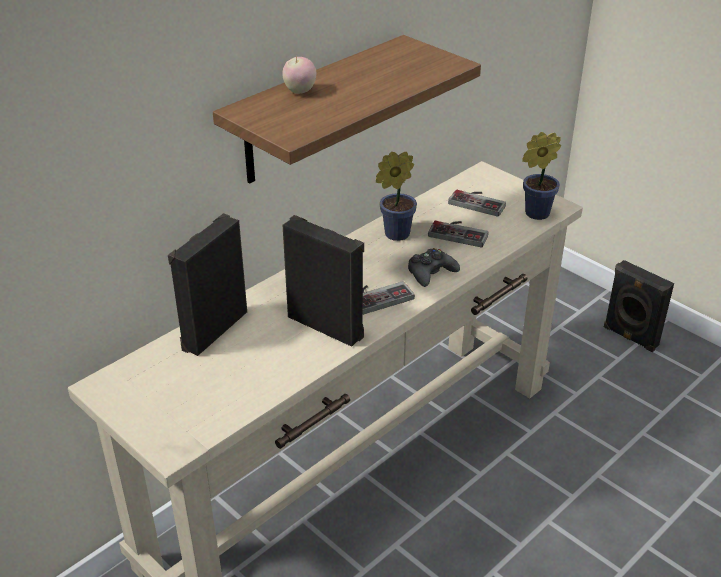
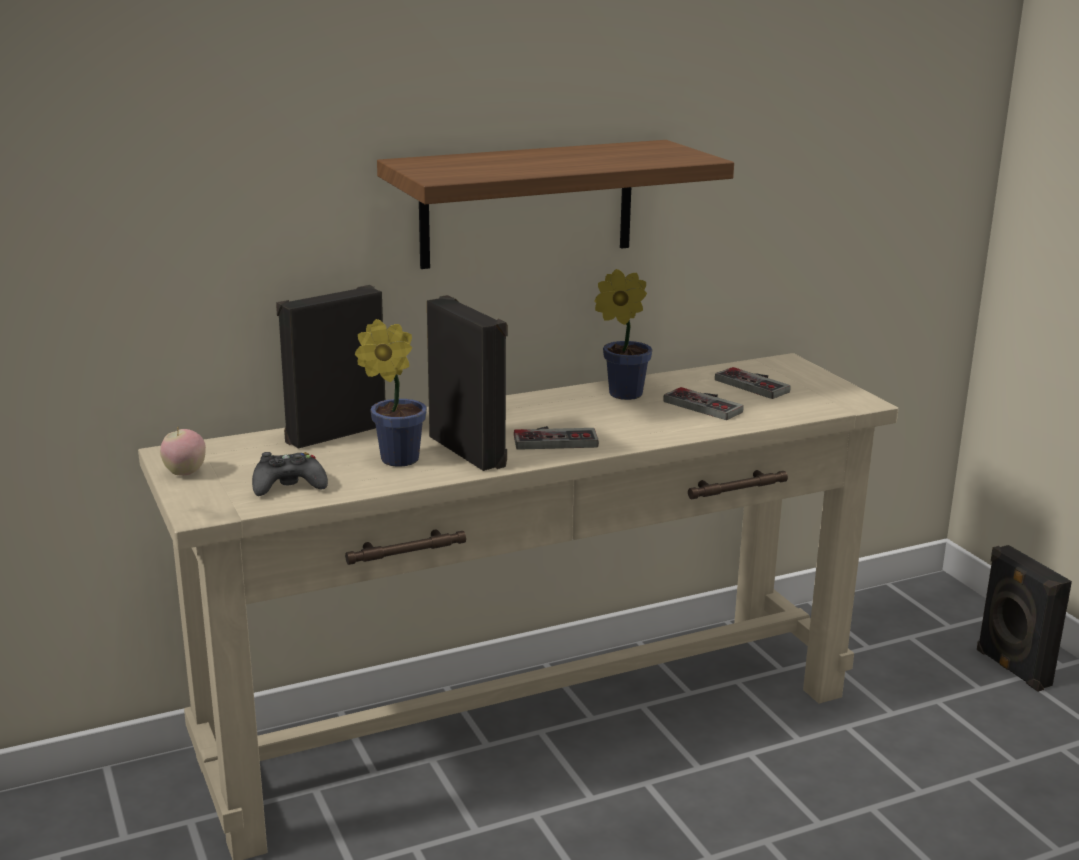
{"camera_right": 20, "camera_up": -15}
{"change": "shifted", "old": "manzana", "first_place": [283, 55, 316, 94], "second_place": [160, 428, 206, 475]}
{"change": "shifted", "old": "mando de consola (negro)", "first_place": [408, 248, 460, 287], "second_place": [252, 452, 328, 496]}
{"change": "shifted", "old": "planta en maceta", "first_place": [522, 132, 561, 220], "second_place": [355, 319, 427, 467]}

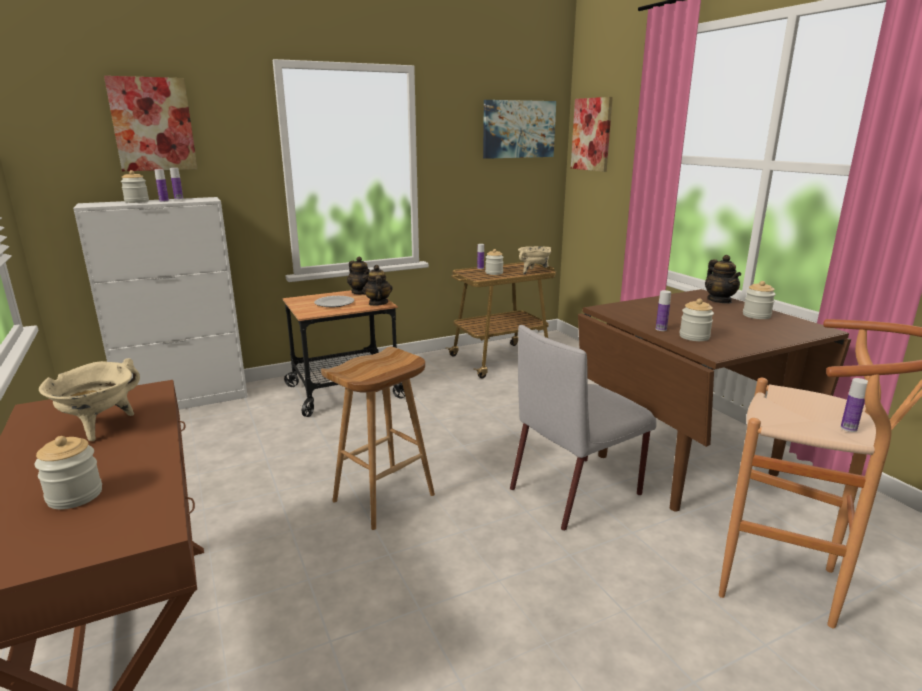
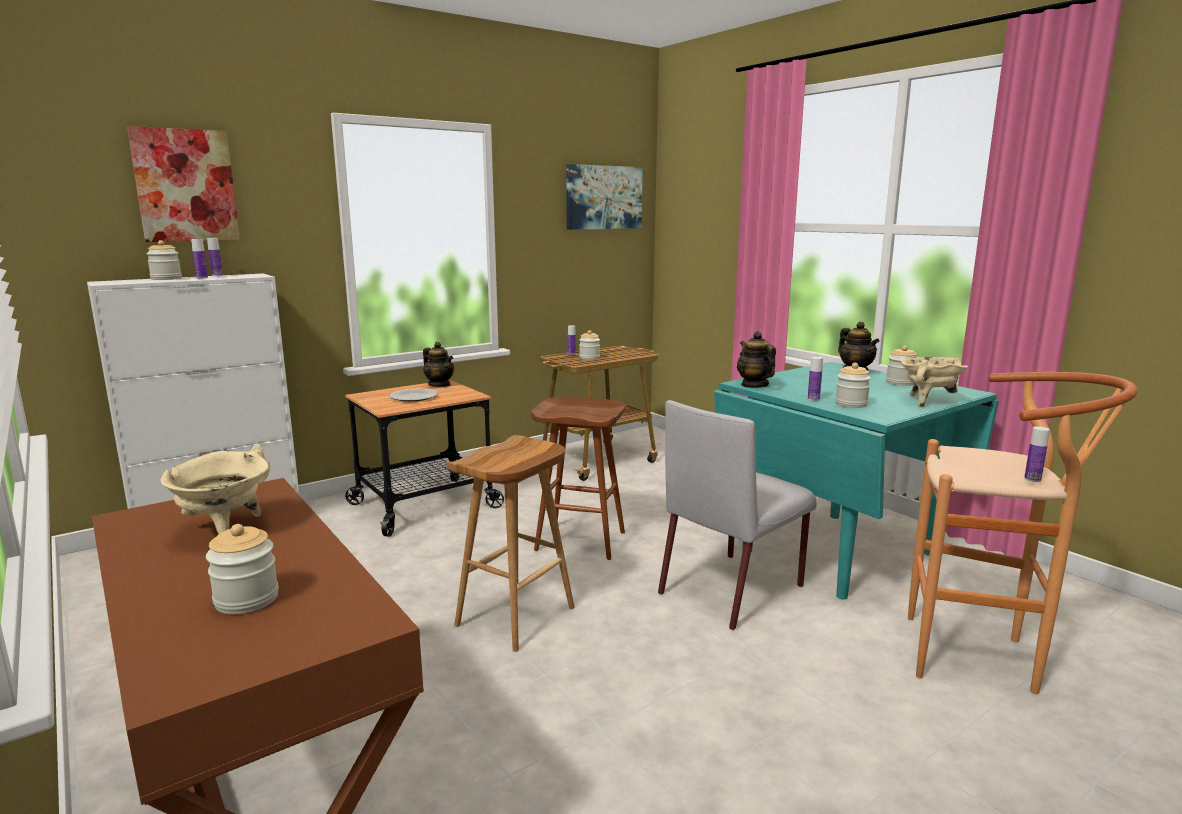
{"camera_right": -10, "camera_up": -5}
{"change": "new", "new": "taburete (marrón)", "second_place": [531, 397, 626, 560]}
{"change": "repainted", "old": "mesa de comedor (marrón)", "new": "mesa de comedor (turquesa)", "first_place": [578, 289, 851, 512], "second_place": [714, 362, 999, 600]}
{"change": "shifted", "old": "tetera", "first_place": [363, 265, 393, 306], "second_place": [737, 331, 776, 388]}
{"change": "shifted", "old": "olla (beis)", "first_place": [518, 246, 552, 275], "second_place": [901, 357, 968, 407]}
{"change": "gone", "old": "cuadro", "first_place": [571, 97, 613, 172]}

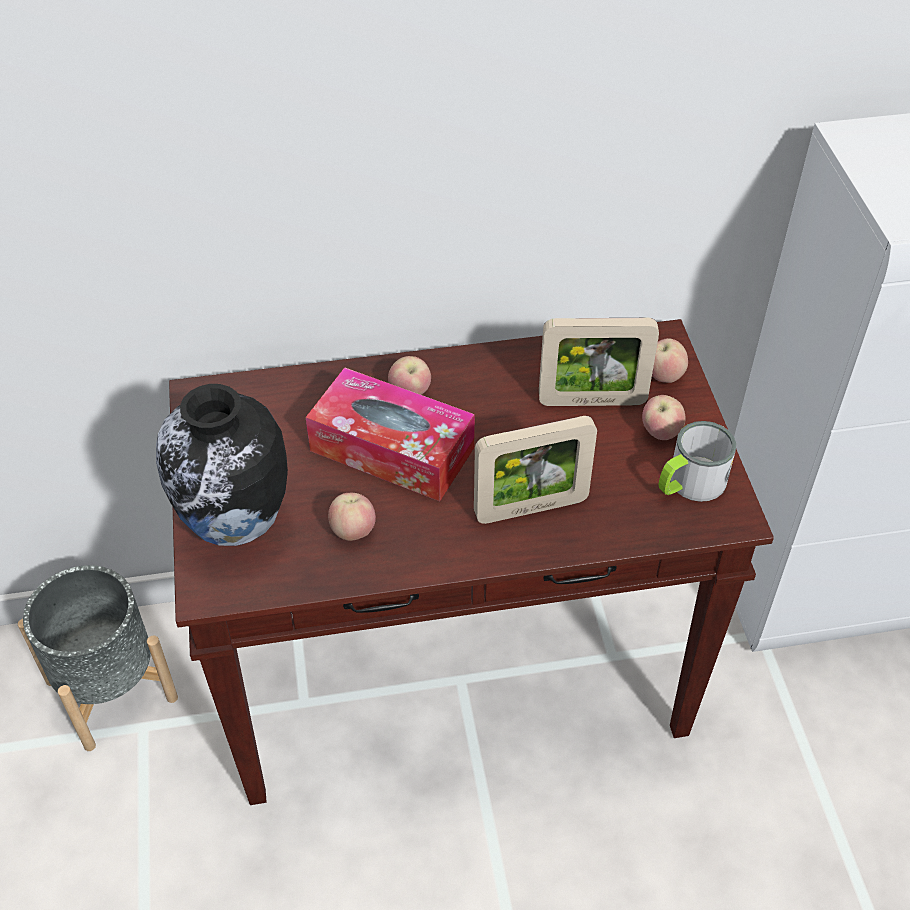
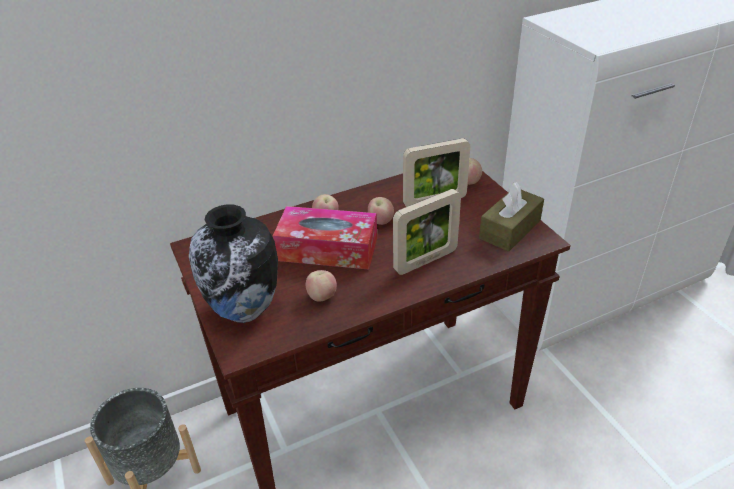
{"camera_right": -15, "camera_up": -10}
{"change": "shifted", "old": "manzana", "first_place": [642, 395, 685, 440], "second_place": [368, 197, 394, 225]}
{"change": "swapped", "old": "taza grande", "new": "caja de pañuelos (marrón)", "first_place": [659, 421, 736, 502], "second_place": [479, 182, 544, 252]}

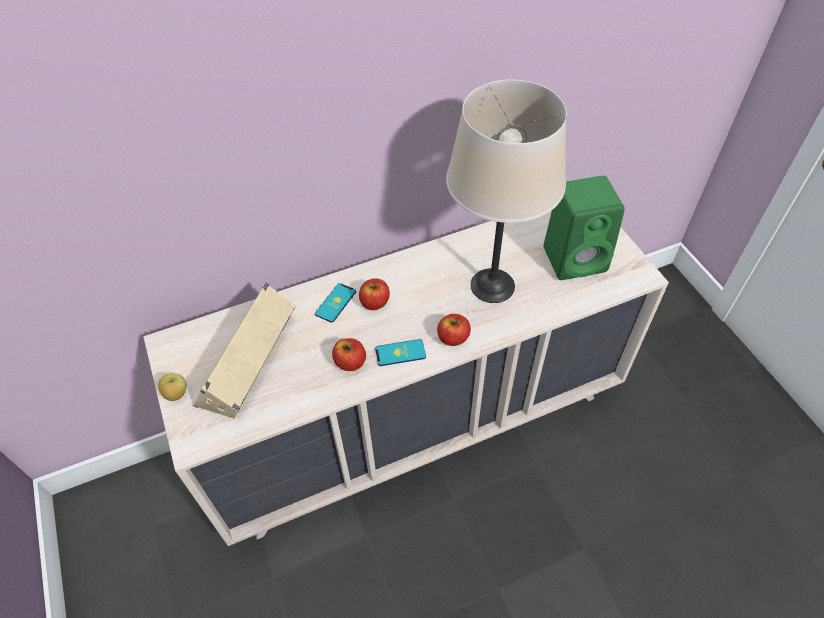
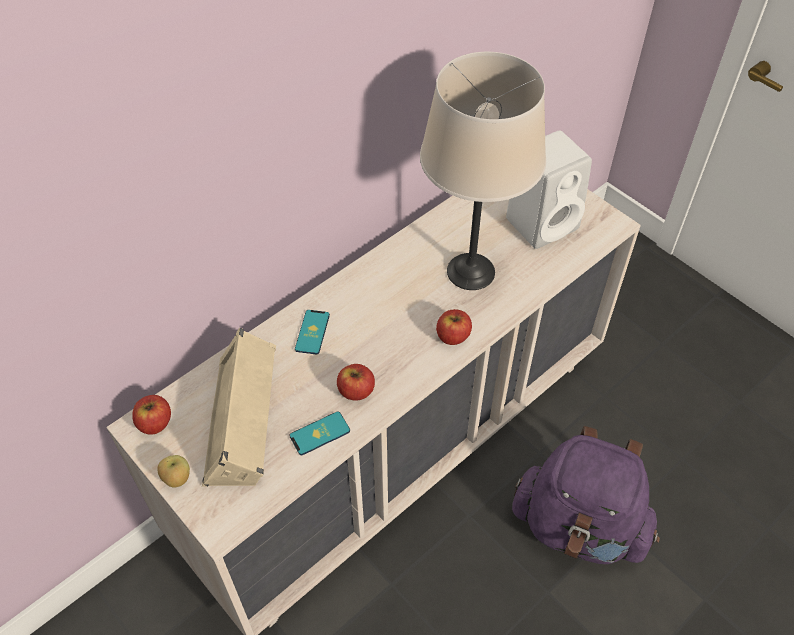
{"camera_right": -20, "camera_up": 0}
{"change": "shifted", "old": "manzana", "first_place": [359, 278, 390, 310], "second_place": [132, 395, 171, 435]}
{"change": "shifted", "old": "móvil", "first_place": [375, 339, 426, 366], "second_place": [290, 411, 350, 455]}
{"change": "repainted", "old": "altavoz (verde)", "new": "altavoz (blanco)", "first_place": [544, 176, 625, 280], "second_place": [506, 130, 592, 249]}
{"change": "new", "new": "mochila (morado)", "second_place": [512, 426, 660, 564]}

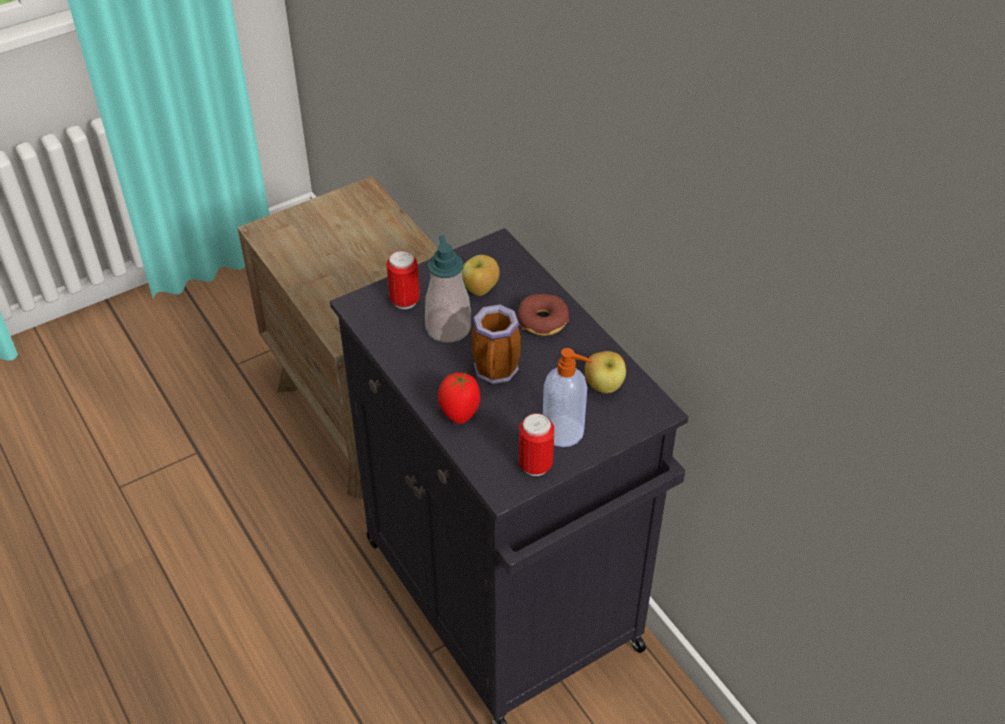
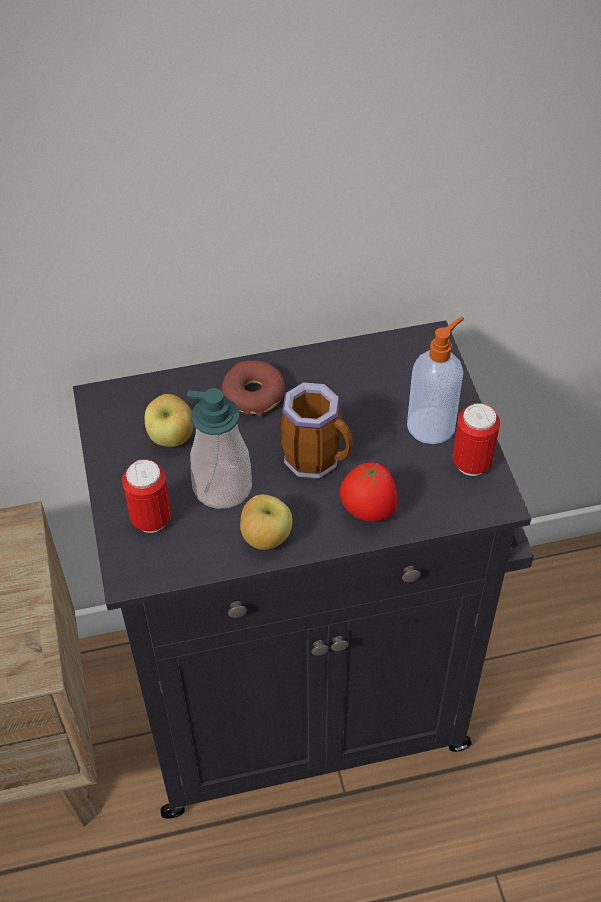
{"camera_right": -70, "camera_up": 5}
{"change": "shifted", "old": "manzana", "first_place": [585, 351, 626, 394], "second_place": [240, 494, 292, 550]}

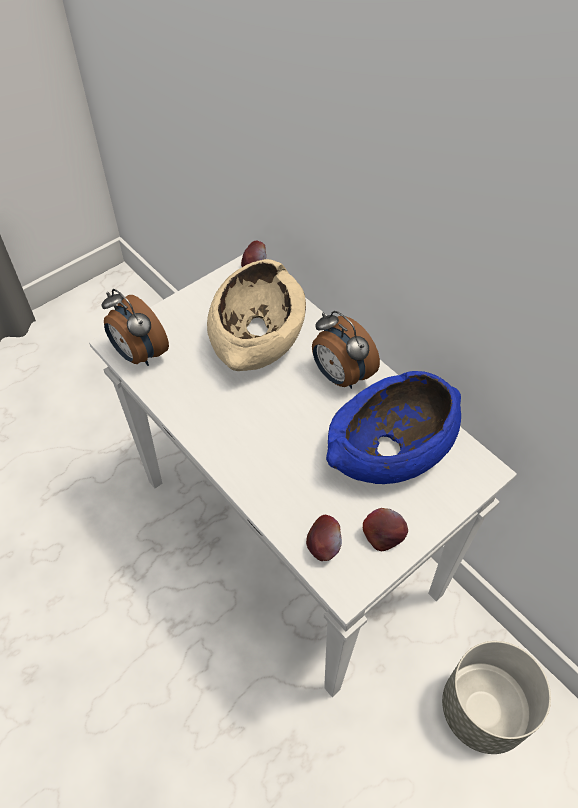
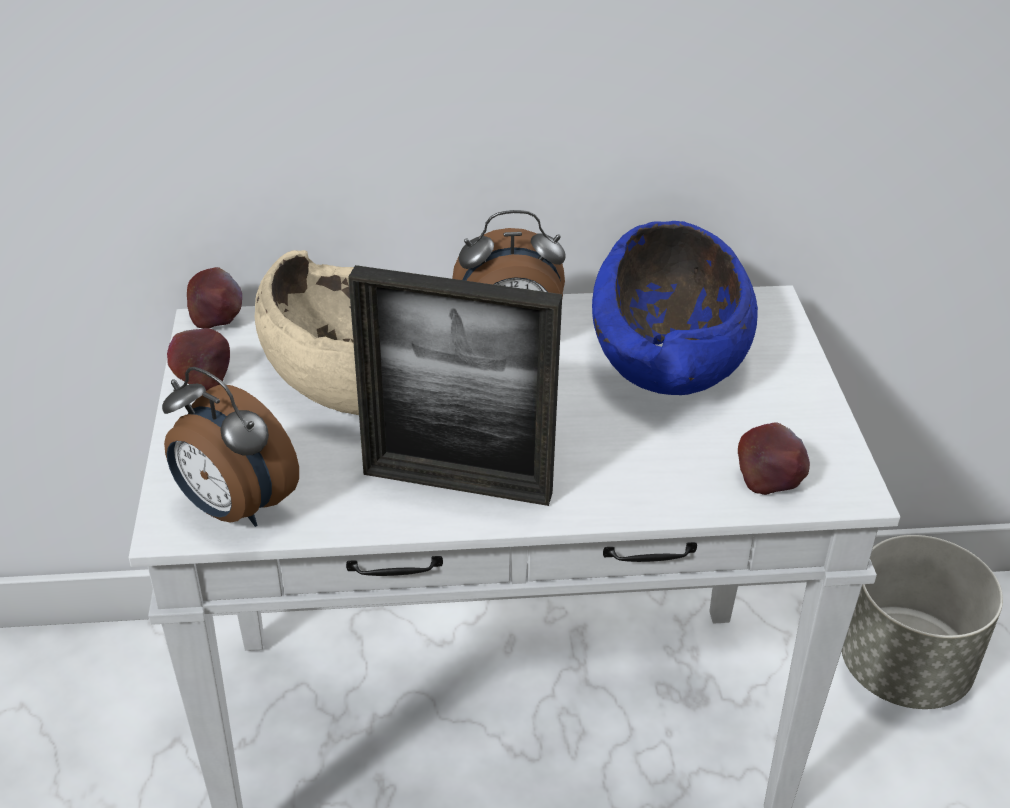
{"camera_right": -55, "camera_up": -15}
{"change": "rotated", "old": "despertador", "first_place": [102, 289, 169, 366], "second_place": [162, 367, 299, 527], "degrees": 45}
{"change": "shifted", "old": "manzana", "first_place": [363, 508, 408, 551], "second_place": [167, 328, 230, 391]}
{"change": "new", "new": "portarretratos", "second_place": [348, 265, 562, 506]}

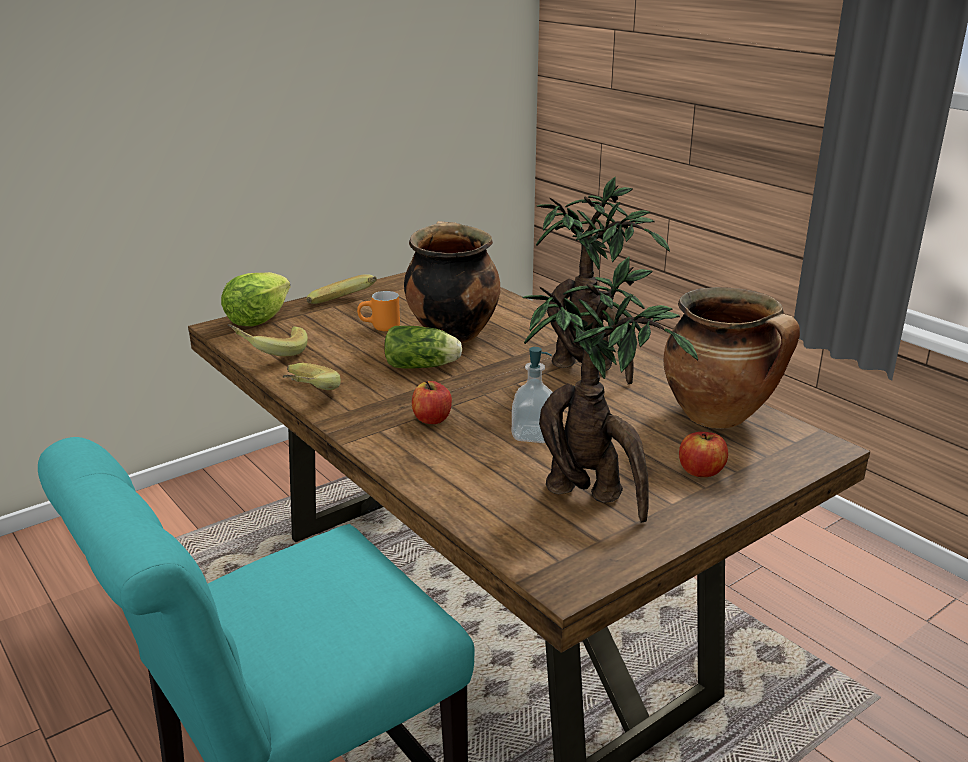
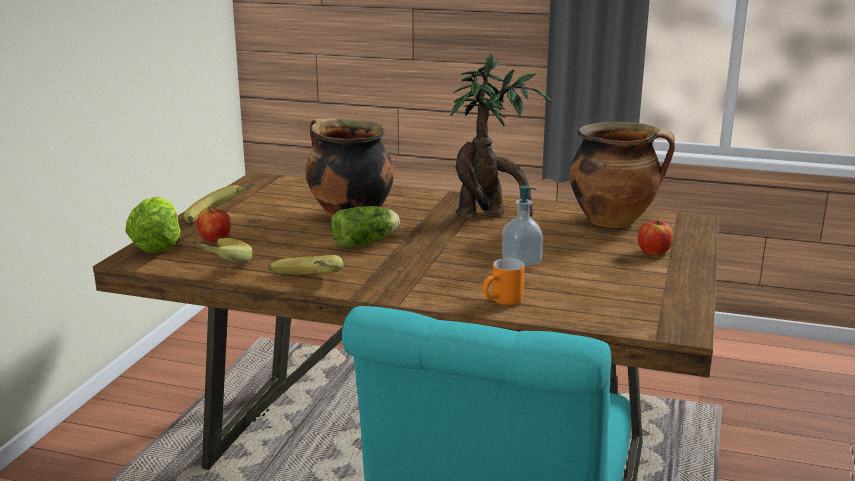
{"camera_right": -35, "camera_up": -5}
{"change": "shifted", "old": "manzana", "first_place": [412, 381, 452, 424], "second_place": [197, 207, 231, 241]}
{"change": "shifted", "old": "taza grande (naranja)", "first_place": [357, 291, 400, 331], "second_place": [483, 258, 524, 305]}
{"change": "gone", "old": "planta en maceta", "first_place": [522, 256, 698, 523]}

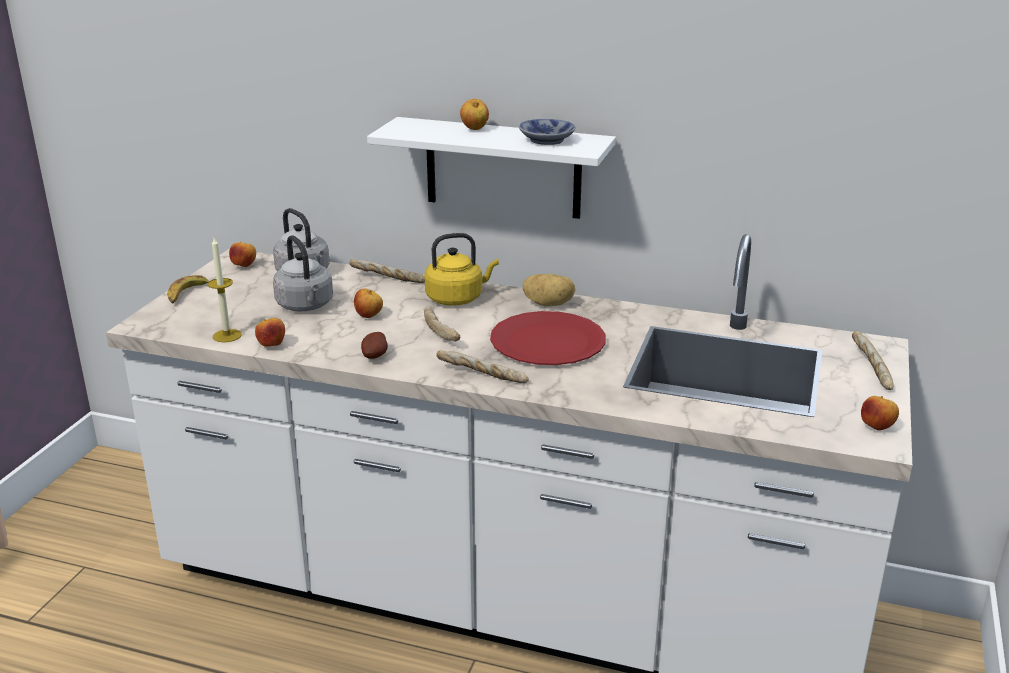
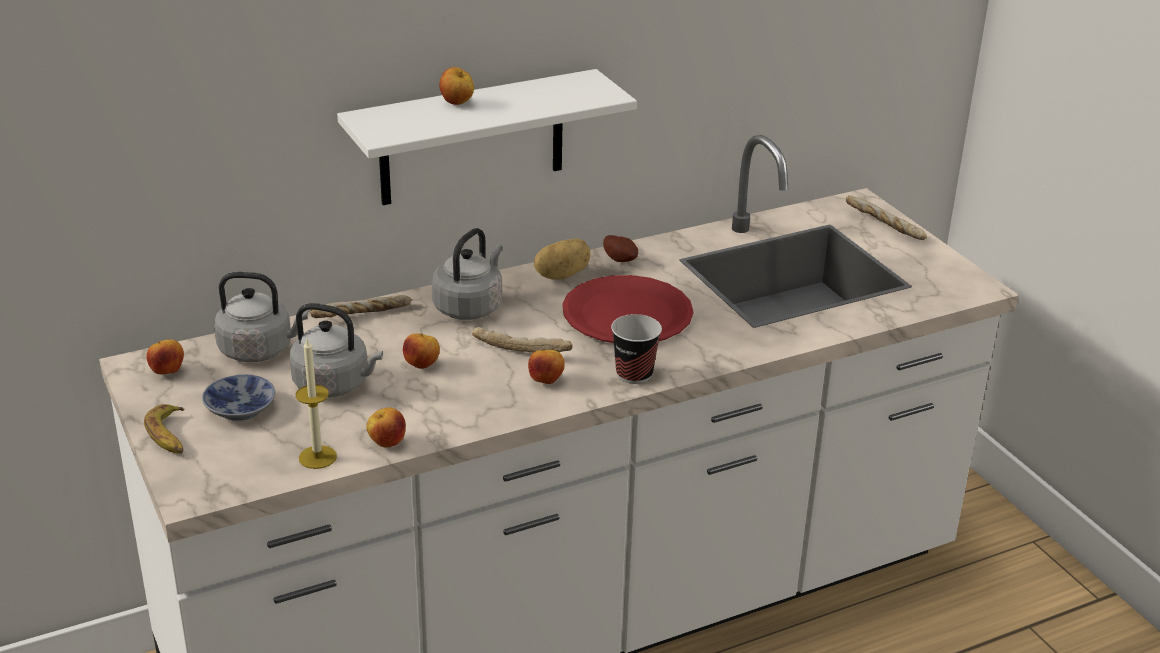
{"camera_right": -45, "camera_up": 5}
{"change": "shifted", "old": "cuenco", "first_place": [519, 119, 576, 145], "second_place": [202, 374, 275, 421]}
{"change": "repainted", "old": "hervidor (amarillo)", "new": "hervidor (gris)", "first_place": [424, 233, 499, 306], "second_place": [432, 228, 503, 320]}
{"change": "shifted", "old": "manzana", "first_place": [861, 396, 899, 430], "second_place": [528, 349, 565, 384]}
{"change": "shifted", "old": "patata", "first_place": [361, 332, 388, 359], "second_place": [603, 235, 638, 262]}
{"change": "swapped", "old": "pan", "new": "taza", "first_place": [437, 350, 529, 383], "second_place": [611, 314, 662, 384]}

